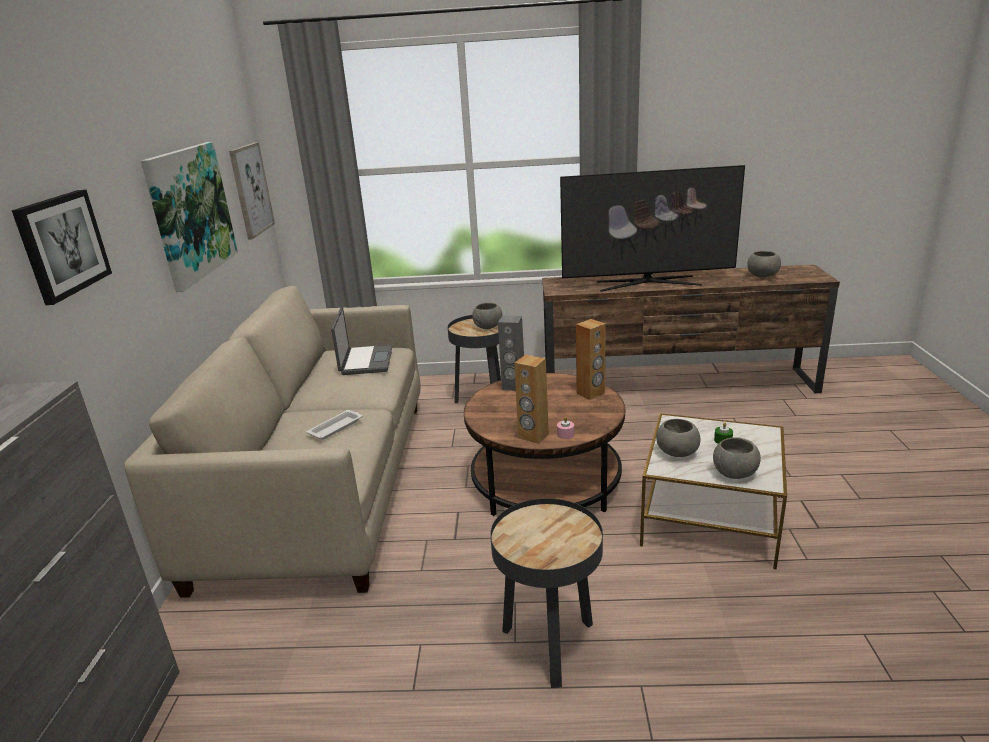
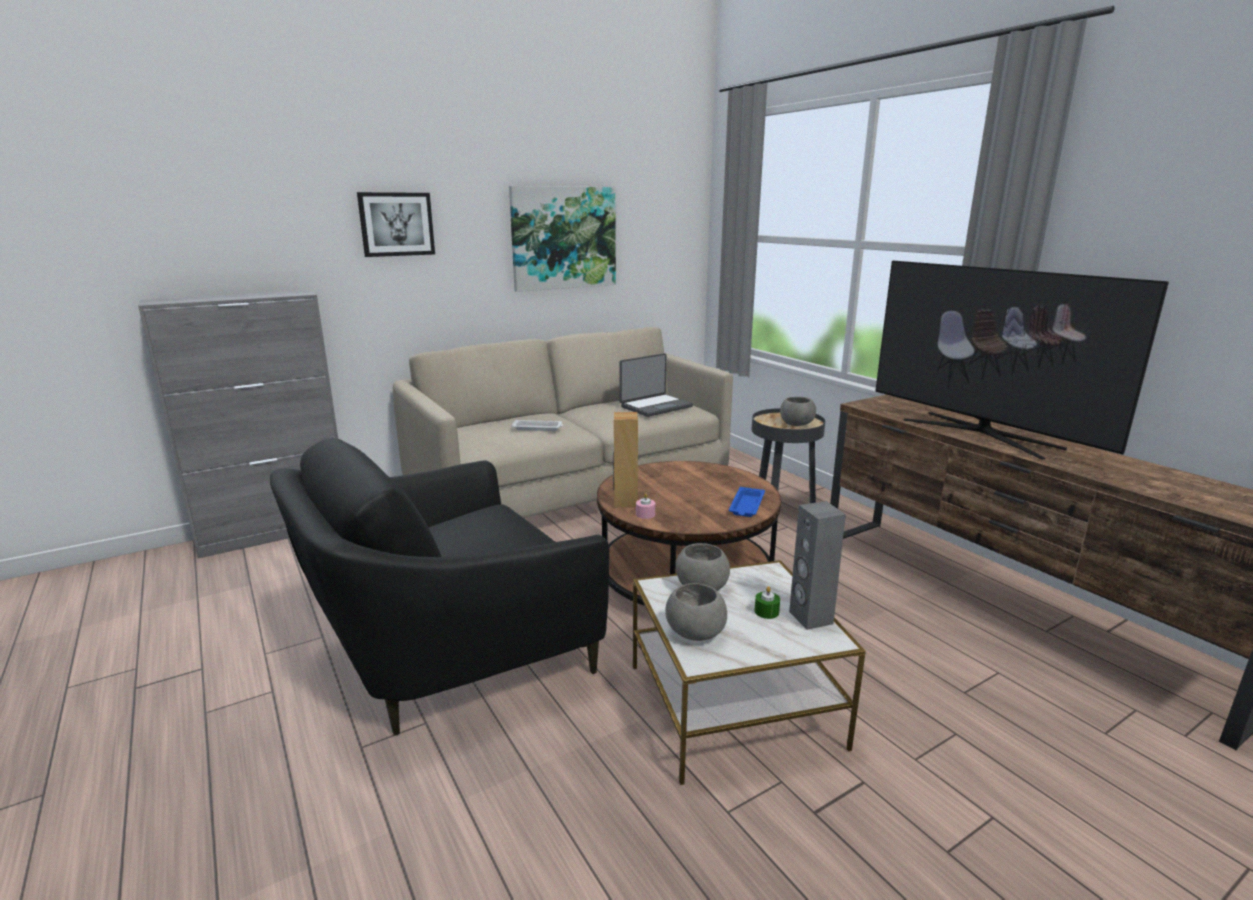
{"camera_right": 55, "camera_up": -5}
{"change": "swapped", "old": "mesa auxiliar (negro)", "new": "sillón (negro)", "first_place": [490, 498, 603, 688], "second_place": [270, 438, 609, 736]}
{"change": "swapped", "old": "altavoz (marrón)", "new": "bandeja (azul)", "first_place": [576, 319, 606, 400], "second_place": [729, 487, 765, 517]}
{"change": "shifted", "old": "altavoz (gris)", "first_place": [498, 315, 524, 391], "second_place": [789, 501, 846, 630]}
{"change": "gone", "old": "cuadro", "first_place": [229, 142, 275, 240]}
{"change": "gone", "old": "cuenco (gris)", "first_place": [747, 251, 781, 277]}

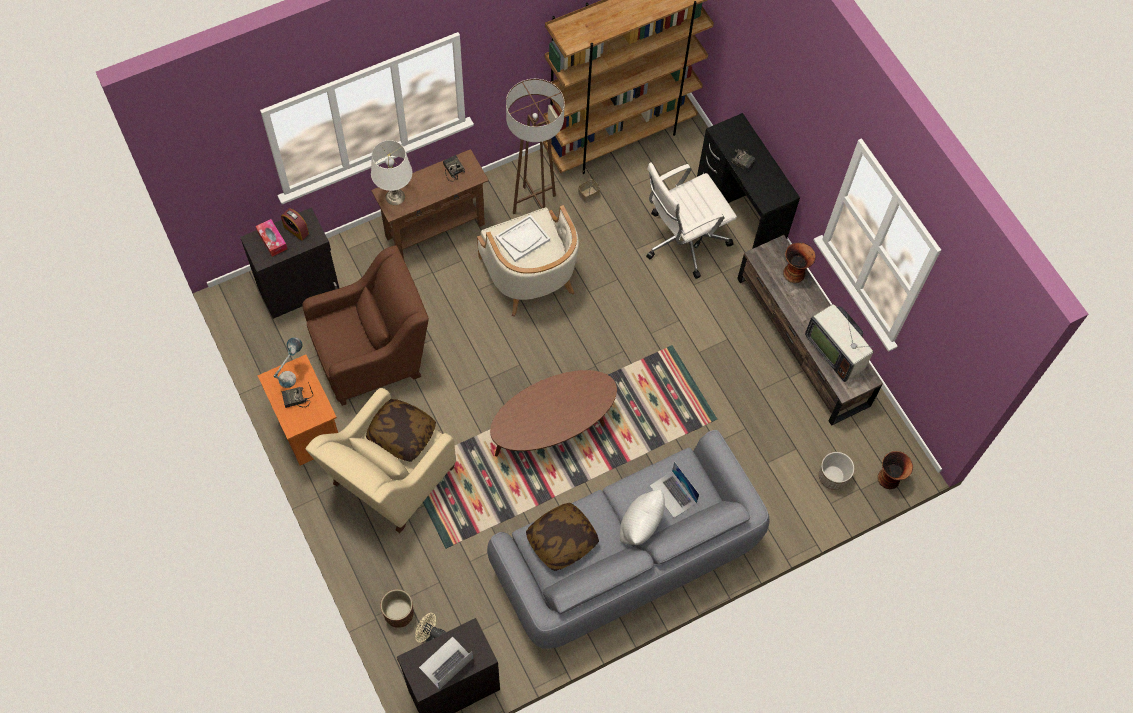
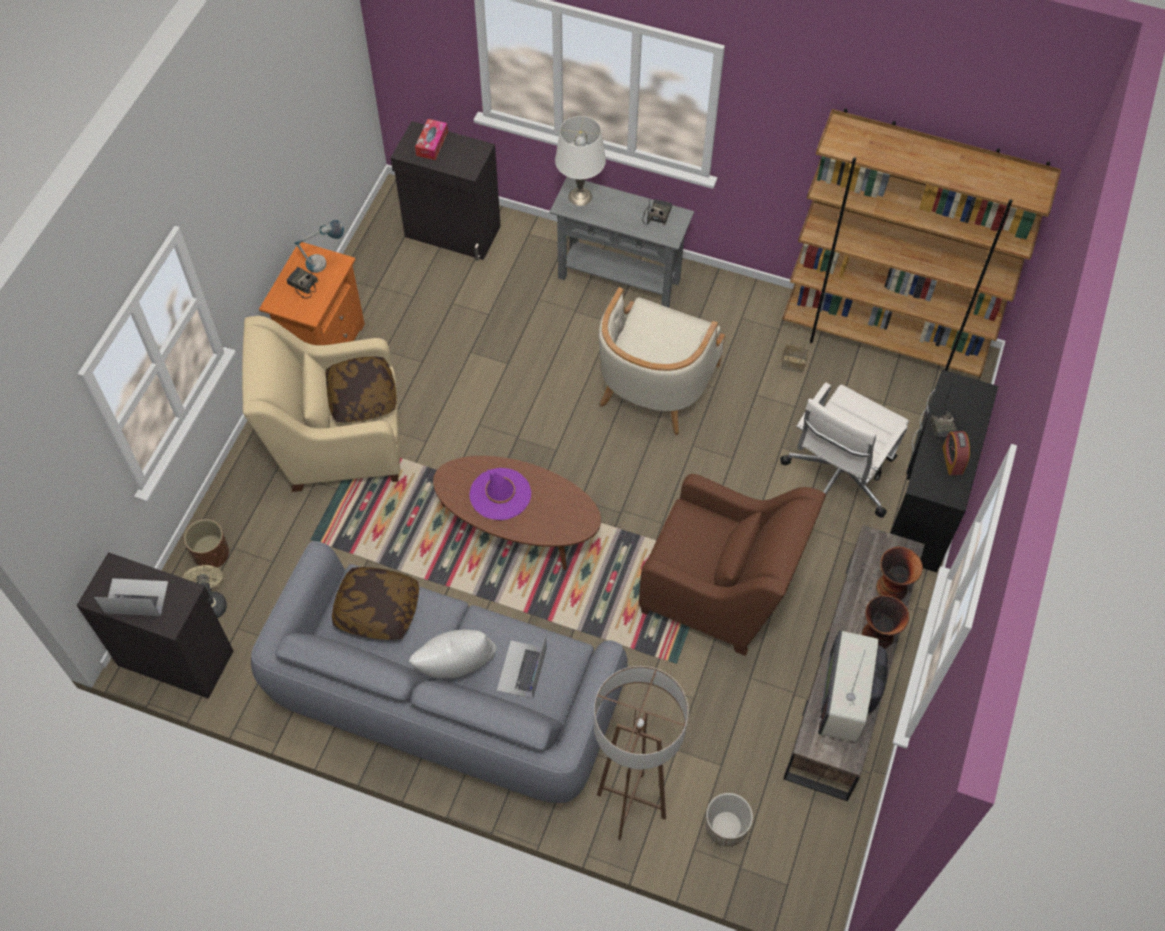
{"camera_right": 50, "camera_up": -5}
{"change": "new", "new": "sombrero (morado)", "second_place": [469, 468, 531, 520]}
{"change": "repainted", "old": "mesa consola (marrón)", "new": "mesa consola (gris)", "first_place": [371, 149, 489, 259], "second_place": [549, 177, 694, 308]}
{"change": "shifted", "old": "lámpara de pie (marrón)", "first_place": [506, 79, 565, 214], "second_place": [594, 666, 688, 840]}
{"change": "shifted", "old": "sillón (marrón)", "first_place": [302, 245, 429, 406], "second_place": [639, 474, 826, 656]}
{"change": "rotated", "old": "silla de oficina (blanco)", "first_place": [646, 162, 737, 279], "second_place": [780, 382, 909, 518], "degrees": -75}
{"change": "shifted", "old": "florero", "first_place": [877, 451, 913, 489], "second_place": [862, 595, 909, 649]}
{"change": "shifted", "old": "despertador", "first_place": [281, 208, 309, 240], "second_place": [942, 431, 970, 475]}
{"change": "gone", "old": "bandeja (blanco)", "first_place": [496, 215, 550, 262]}

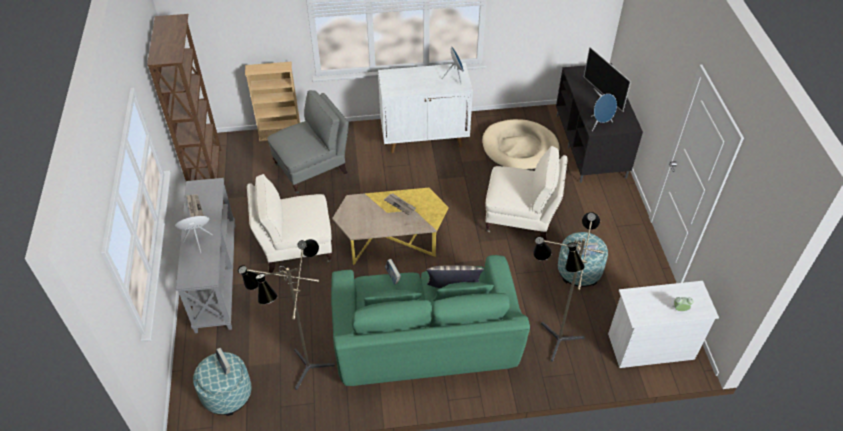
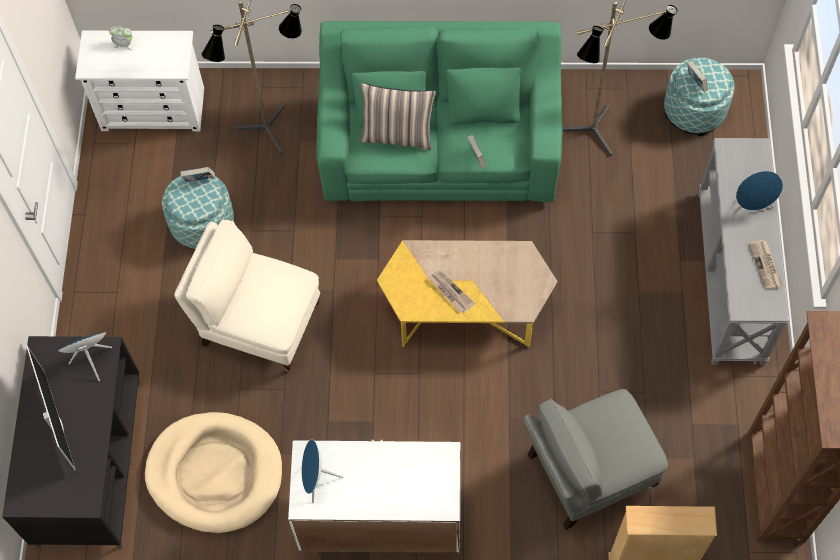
{"camera_right": -170, "camera_up": 15}
{"change": "gone", "old": "sillón (beis)", "first_place": [247, 174, 332, 273]}

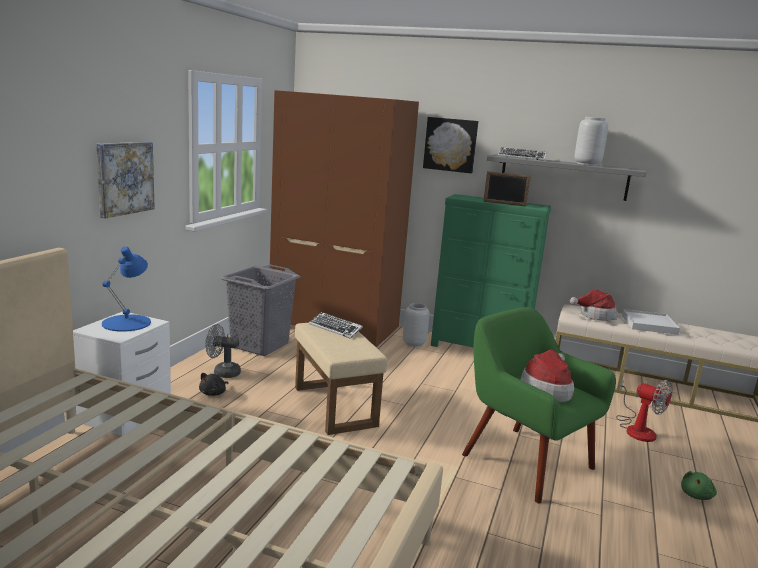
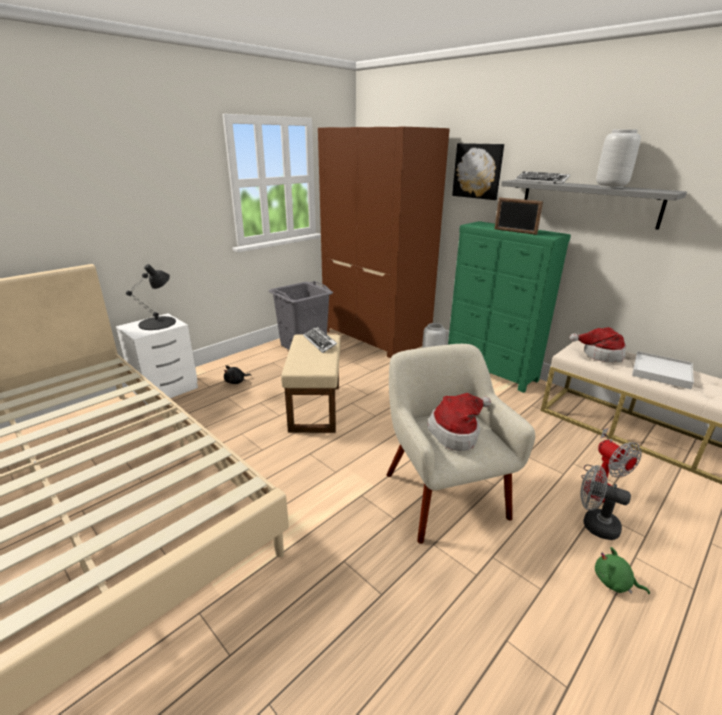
{"camera_right": 25, "camera_up": 10}
{"change": "repainted", "old": "lámpara de mesa (azul)", "new": "lámpara de mesa (negro)", "first_place": [102, 247, 151, 332], "second_place": [126, 264, 176, 330]}
{"change": "repainted", "old": "sillón (verde)", "new": "sillón (beis)", "first_place": [462, 307, 616, 503], "second_place": [386, 344, 535, 544]}
{"change": "shifted", "old": "ventilador (gris)", "first_place": [205, 324, 241, 378], "second_place": [581, 465, 631, 540]}
{"change": "rotated", "old": "peluche (verde)", "first_place": [681, 471, 717, 500], "second_place": [595, 547, 650, 594], "degrees": 60}
{"change": "gone", "old": "cuadro", "first_place": [96, 142, 155, 218]}

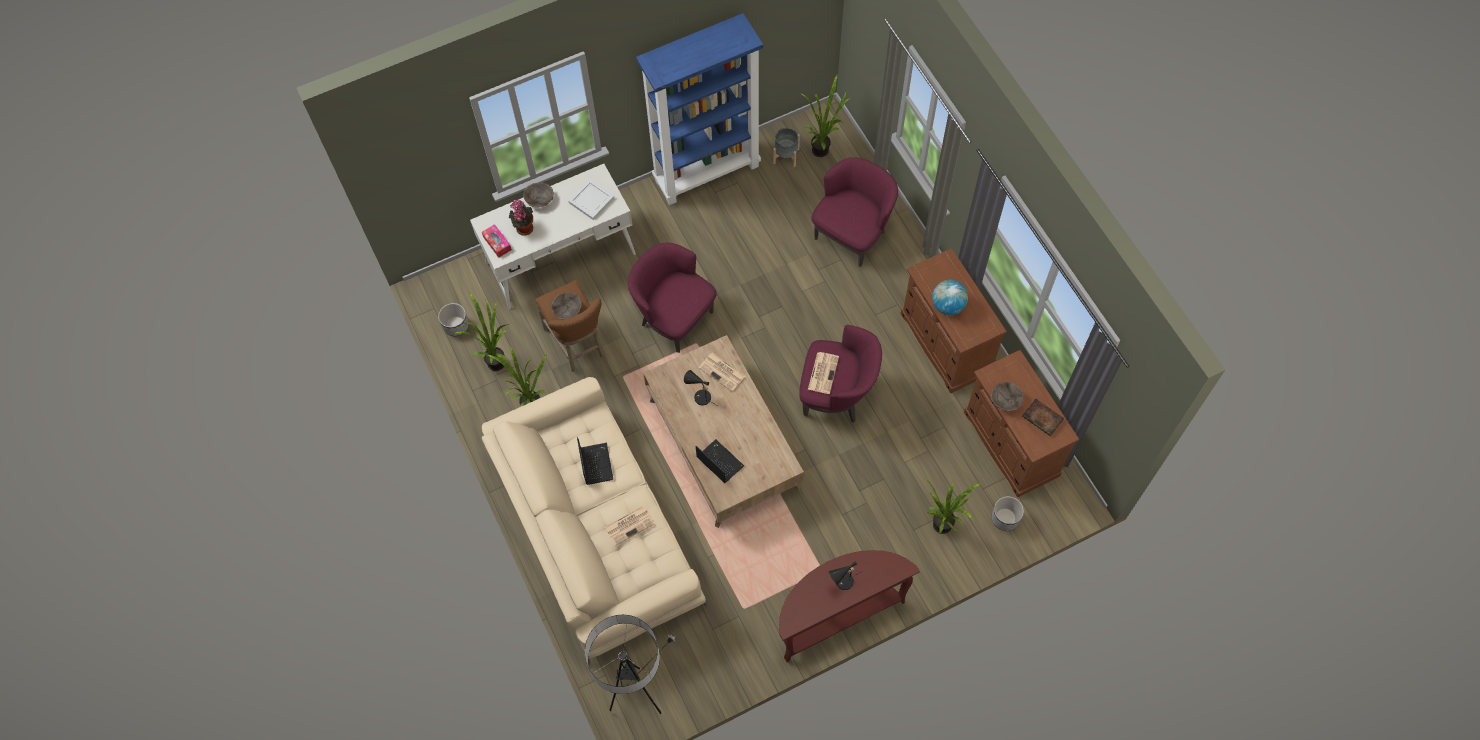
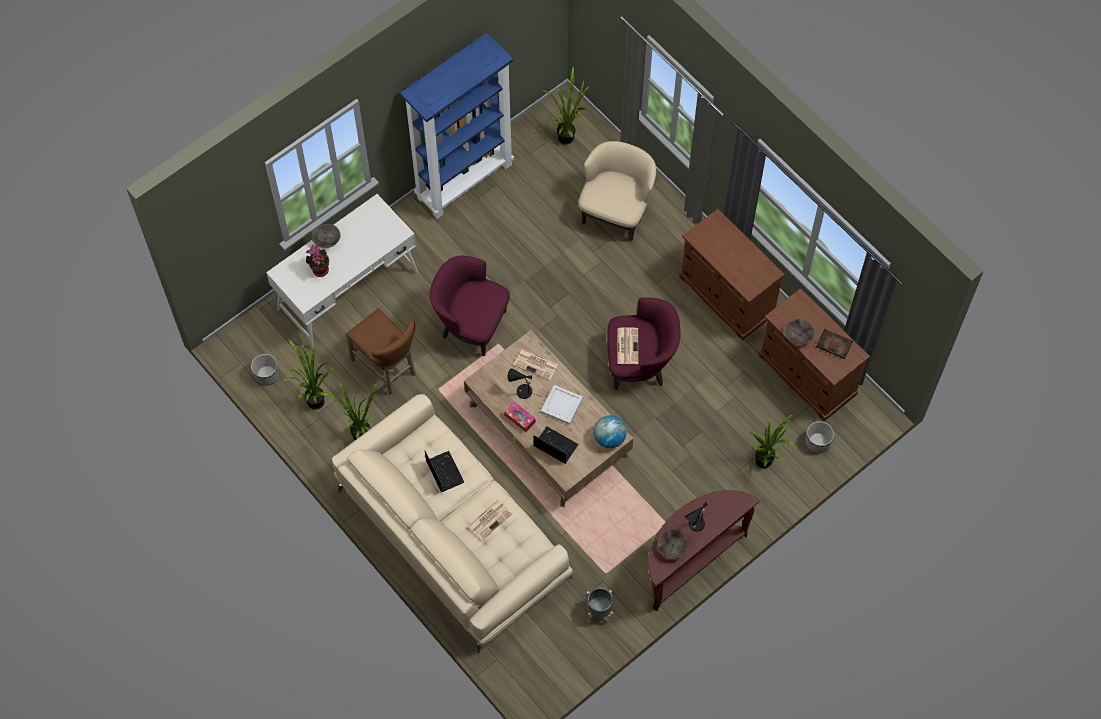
{"camera_right": -15, "camera_up": 0}
{"change": "shifted", "old": "caja de pañuelos", "first_place": [482, 224, 512, 258], "second_place": [504, 402, 536, 432]}
{"change": "shifted", "old": "bandeja (blanco)", "first_place": [568, 179, 614, 220], "second_place": [541, 385, 583, 425]}
{"change": "repainted", "old": "sillón (morado)", "new": "sillón (beis)", "first_place": [812, 157, 898, 267], "second_place": [579, 141, 656, 241]}
{"change": "shifted", "old": "maceta (gris)", "first_place": [773, 127, 800, 167], "second_place": [586, 588, 613, 623]}
{"change": "shifted", "old": "globo terráqueo", "first_place": [932, 280, 968, 315], "second_place": [593, 415, 627, 448]}
{"change": "shifted", "old": "cuenco (marrón)", "first_place": [551, 292, 582, 320], "second_place": [658, 530, 688, 559]}
{"change": "gone", "old": "lámpara de pie", "first_place": [585, 615, 676, 714]}

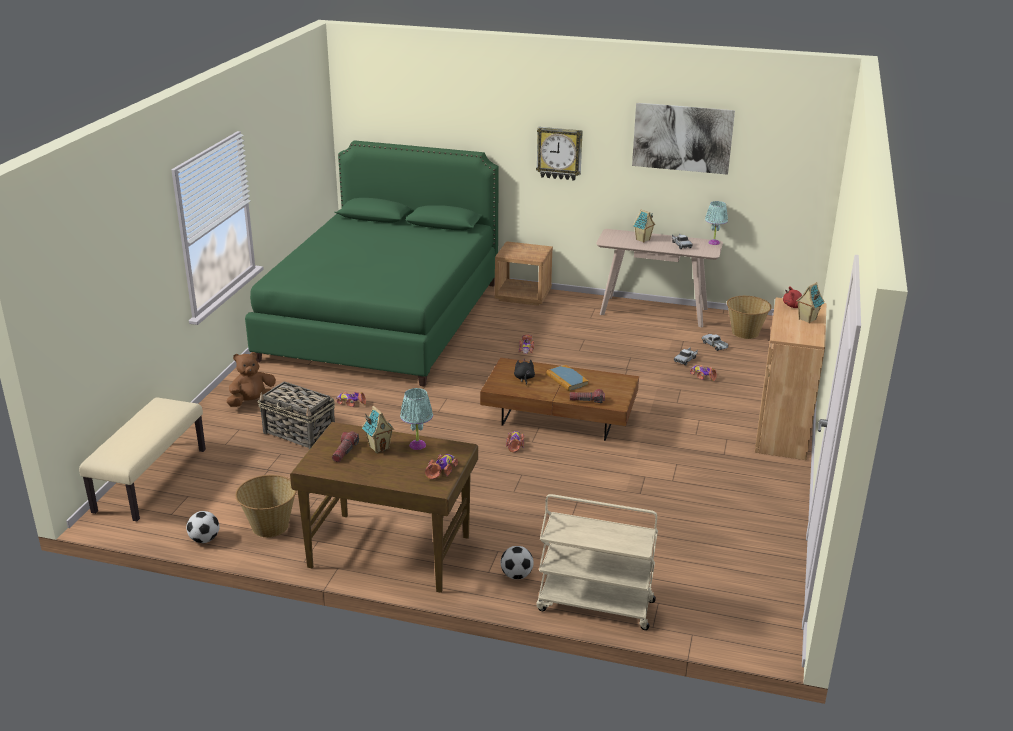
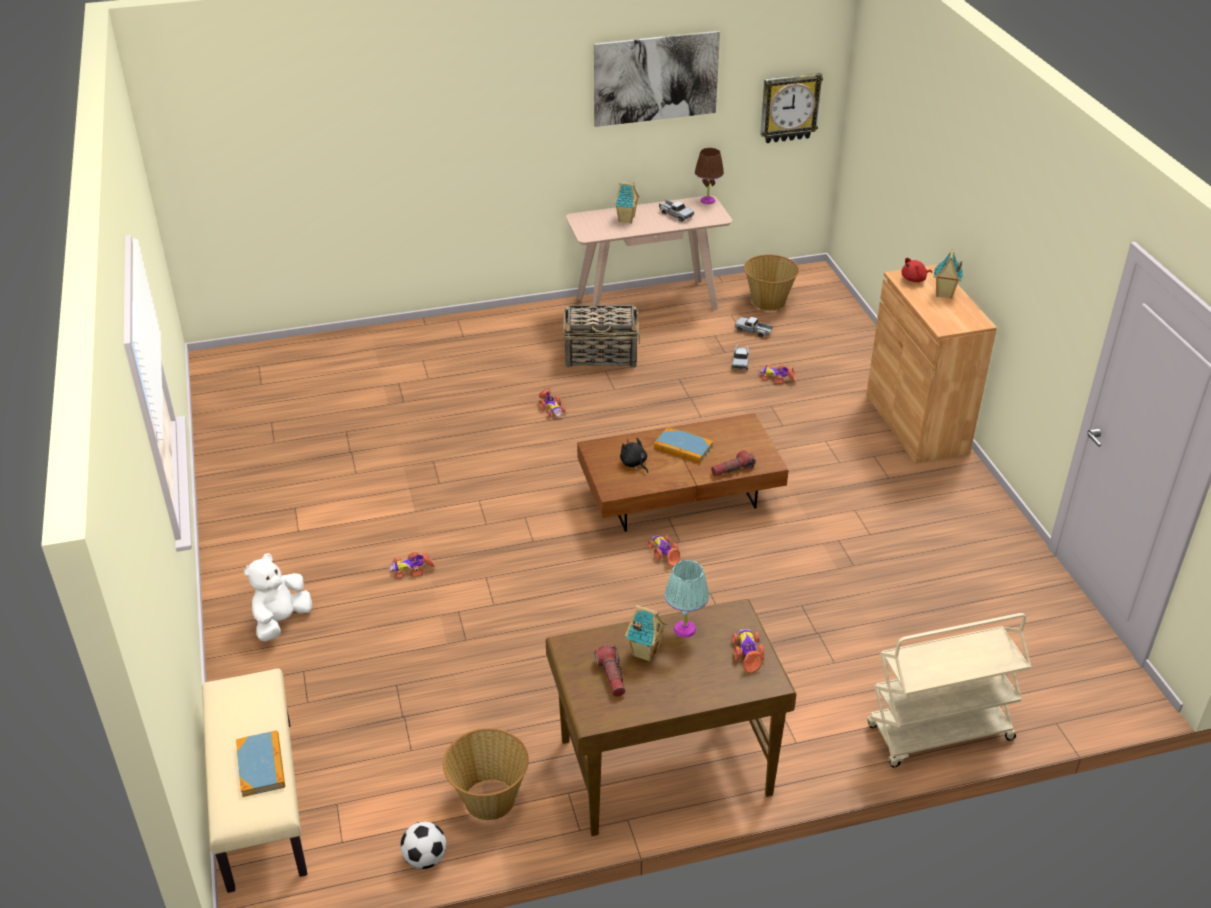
{"camera_right": -30, "camera_up": 10}
{"change": "new", "new": "libro", "second_place": [236, 730, 285, 797]}
{"change": "repainted", "old": "peluche (marrón)", "new": "peluche (blanco)", "first_place": [227, 352, 276, 407], "second_place": [244, 553, 312, 641]}
{"change": "shifted", "old": "cesta", "first_place": [258, 381, 335, 450], "second_place": [563, 305, 640, 368]}
{"change": "repainted", "old": "lámpara de mesa (turquesa)", "new": "lámpara de mesa (marrón)", "first_place": [705, 201, 728, 245], "second_place": [695, 148, 724, 204]}
{"change": "shifted", "old": "reloj de pared", "first_place": [536, 127, 583, 181], "second_place": [760, 73, 823, 143]}
{"change": "gone", "old": "cama (verde)", "first_place": [245, 141, 499, 387]}
{"change": "gone", "old": "mesita de noche (marrón)", "first_place": [495, 241, 553, 306]}
{"change": "gone", "old": "balón de fútbol", "first_place": [501, 546, 534, 579]}

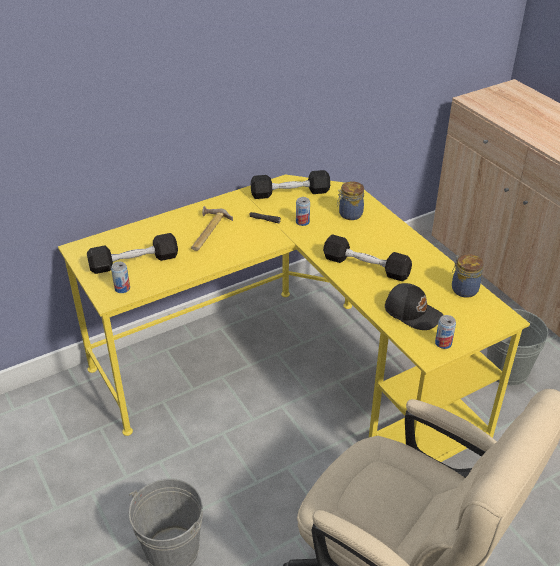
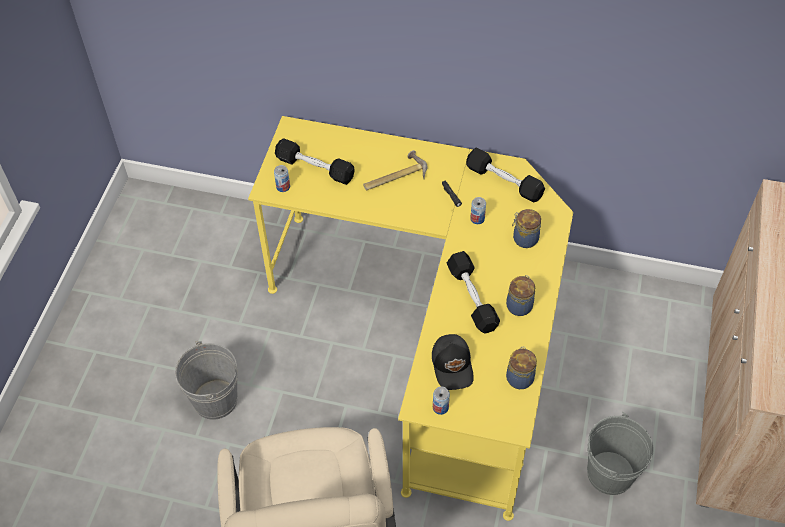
{"camera_right": 45, "camera_up": 15}
{"change": "new", "new": "tarro", "second_place": [506, 275, 535, 316]}

